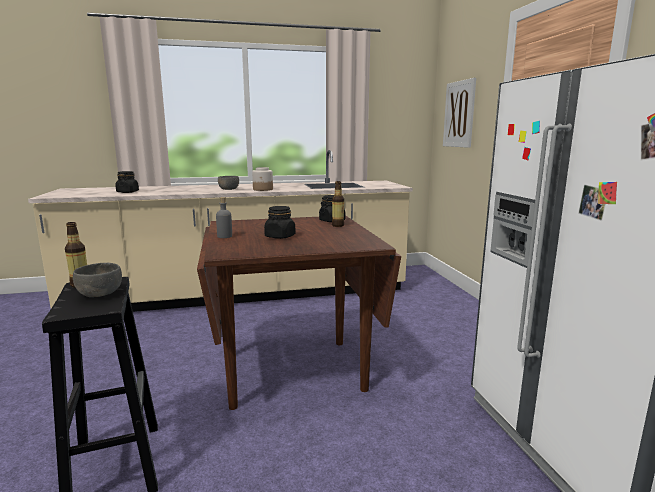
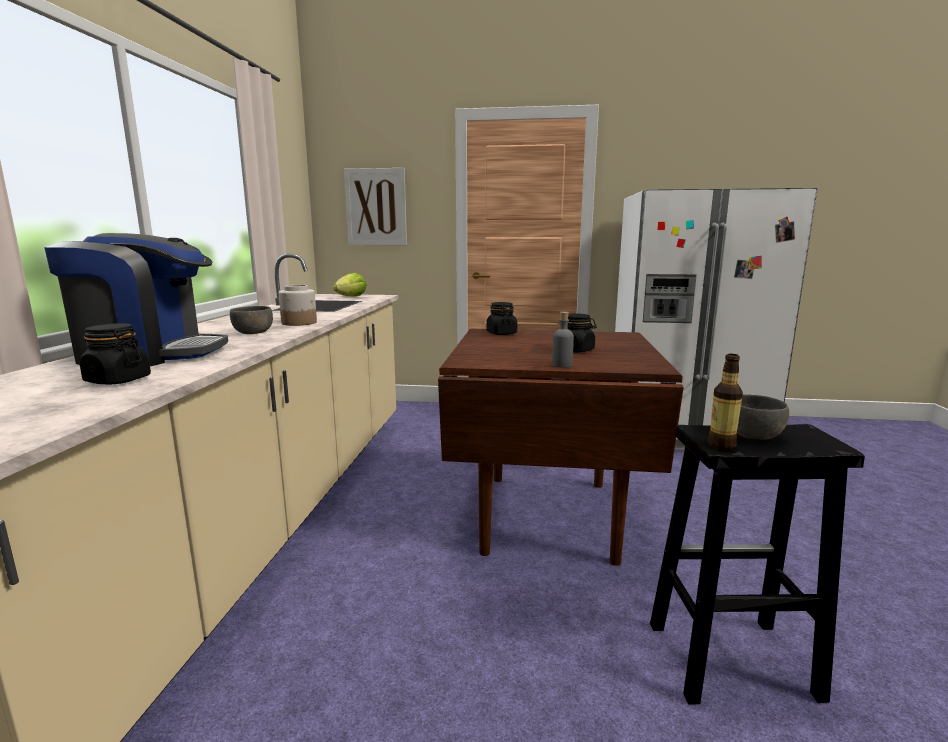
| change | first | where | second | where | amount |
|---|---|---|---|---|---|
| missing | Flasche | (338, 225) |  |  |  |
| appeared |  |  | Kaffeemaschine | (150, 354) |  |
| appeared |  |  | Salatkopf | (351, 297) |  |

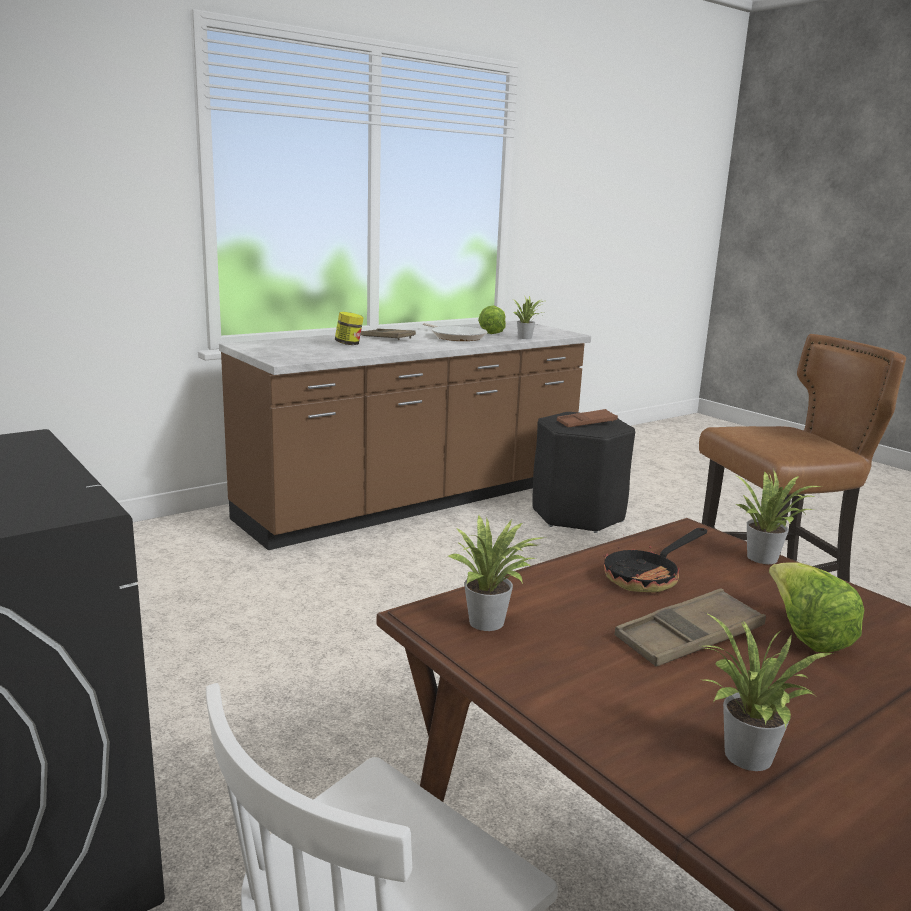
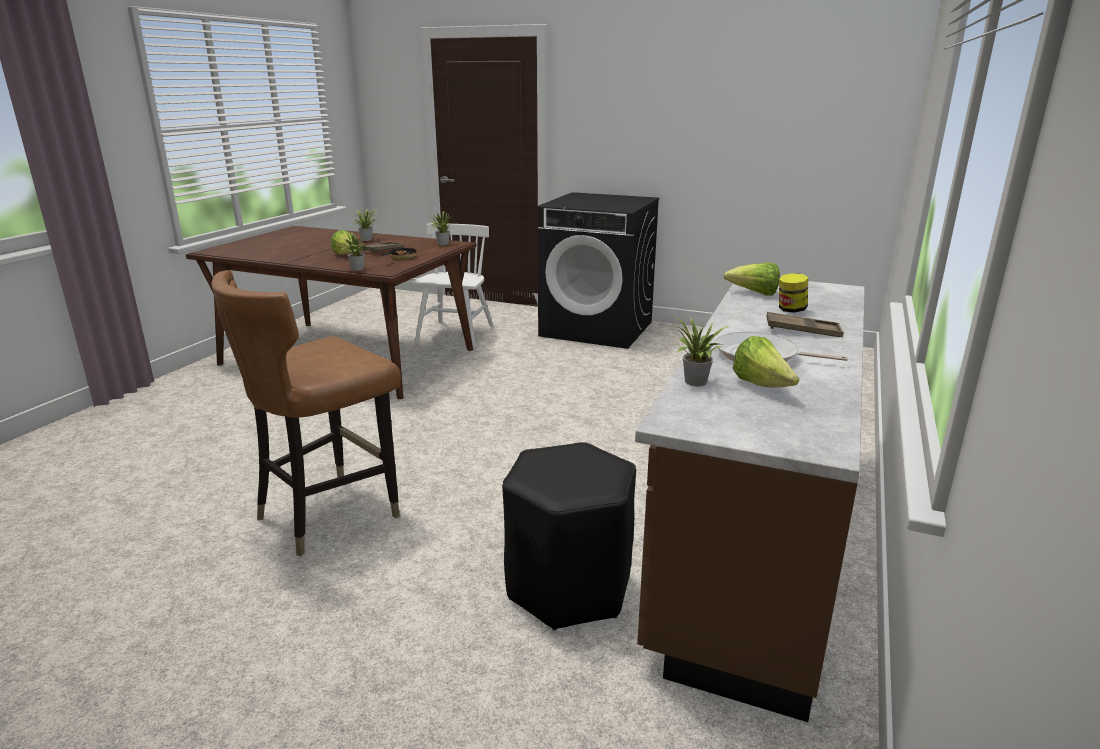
| change | first | where | second | where | amount |
|---|---|---|---|---|---|
| missing | Tablett/braun | (586, 423) |  |  |  |
| appeared |  |  | Salatkopf | (754, 294) |  |

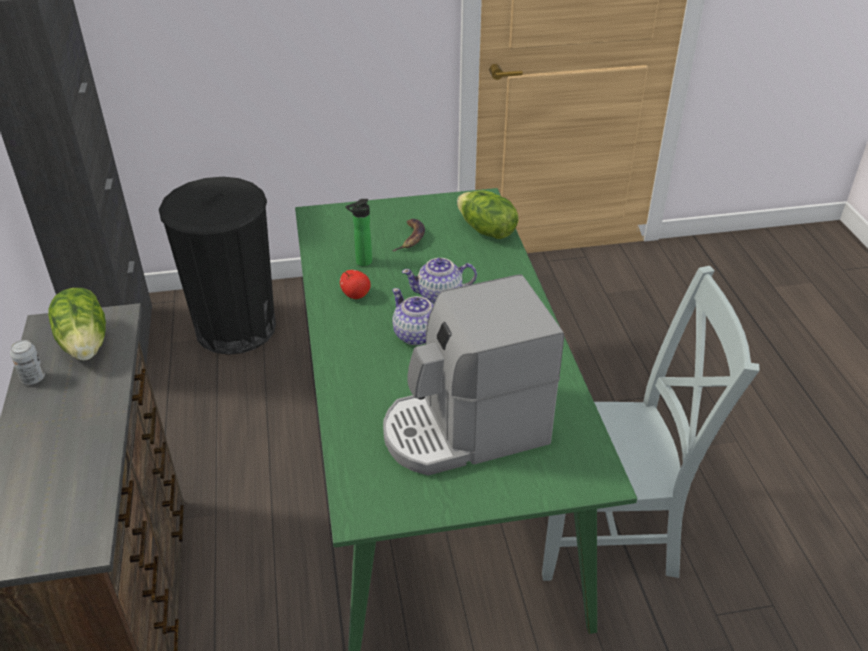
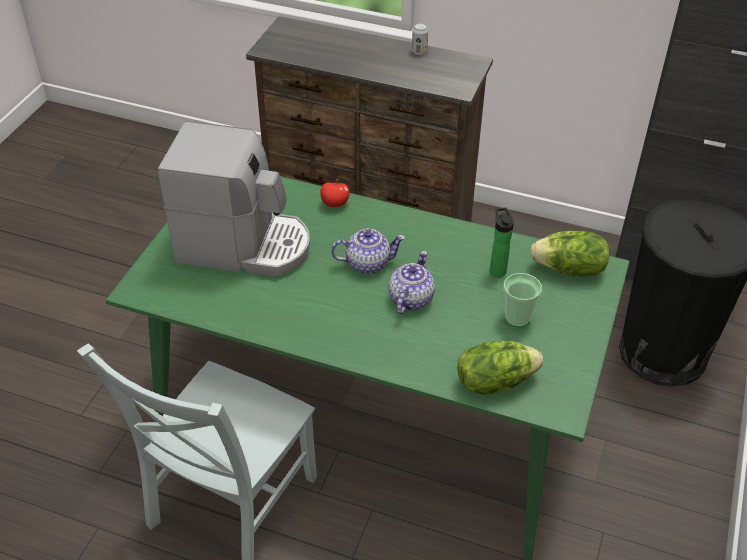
| change | first | where | second | where | amount |
|---|---|---|---|---|---|
| exchanged | Banane | (411, 238) | Tasse | (517, 318) |  |
| relocated | Apfel | (356, 295) |  | (334, 204) |  |
| spun | Kaffeemaschine | (465, 430) |  | (244, 245) | 90 degrees clockwise |
| relocated | Salatkopf | (86, 343) |  | (569, 270) |  |

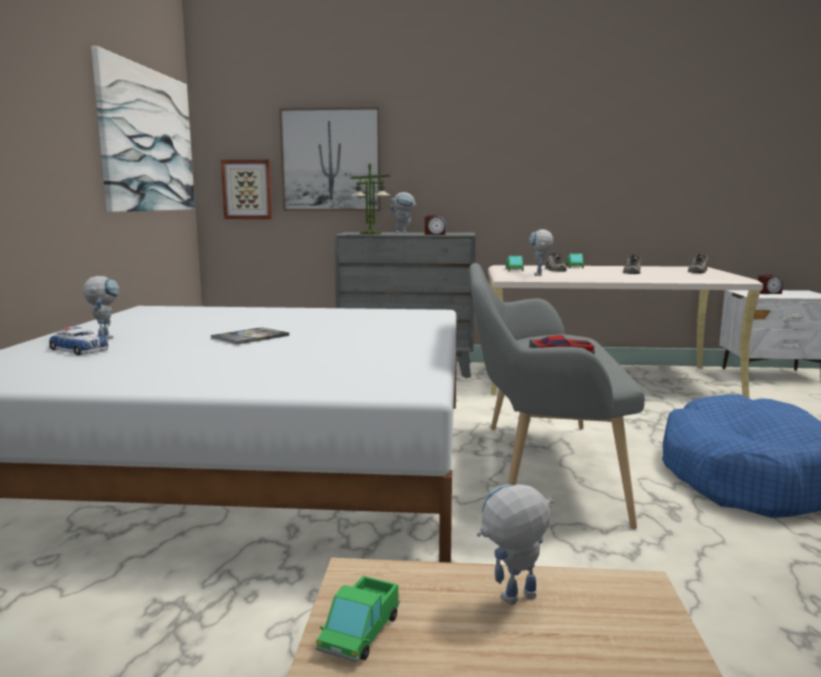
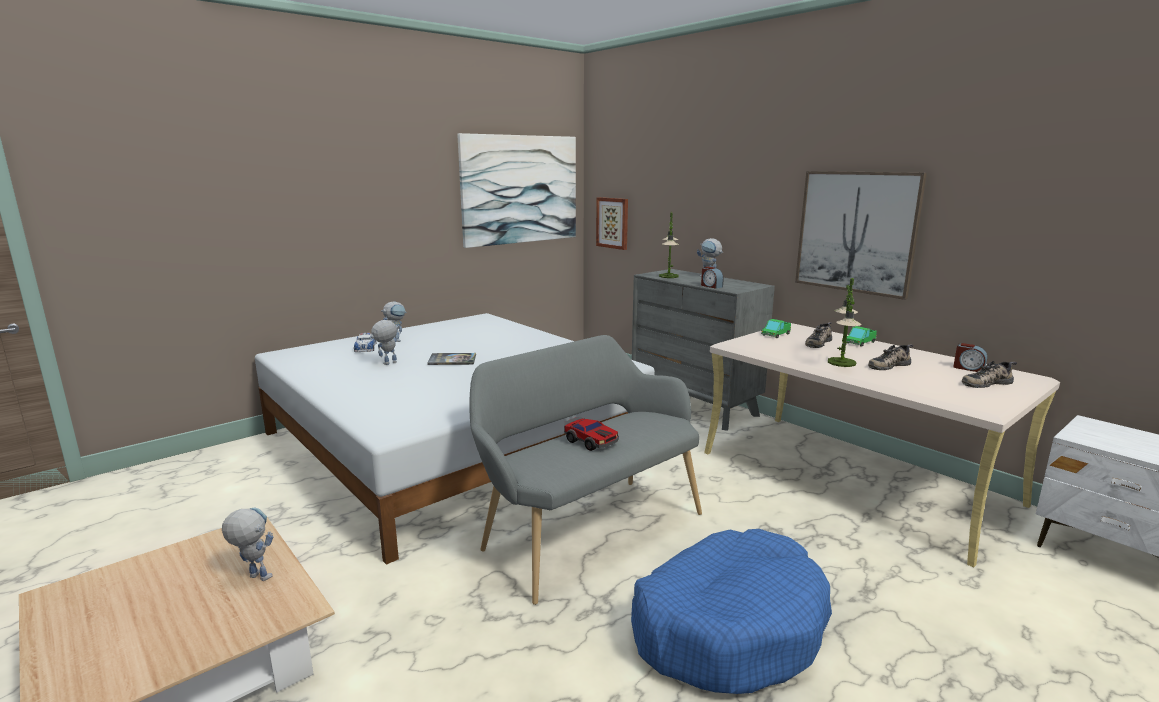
| change | first | where | second | where | amount |
|---|---|---|---|---|---|
| relocated | Bild | (331, 160) |  | (856, 232) |  |
| relocated | Spielzeugroboter | (539, 275) |  | (387, 364) |  |
| relocated | Wecker | (768, 293) |  | (968, 368) |  |
| missing | Spielzeuglaster | (360, 633) |  |  |  |
| appeared |  |  | Tischlampe | (841, 362) |  |

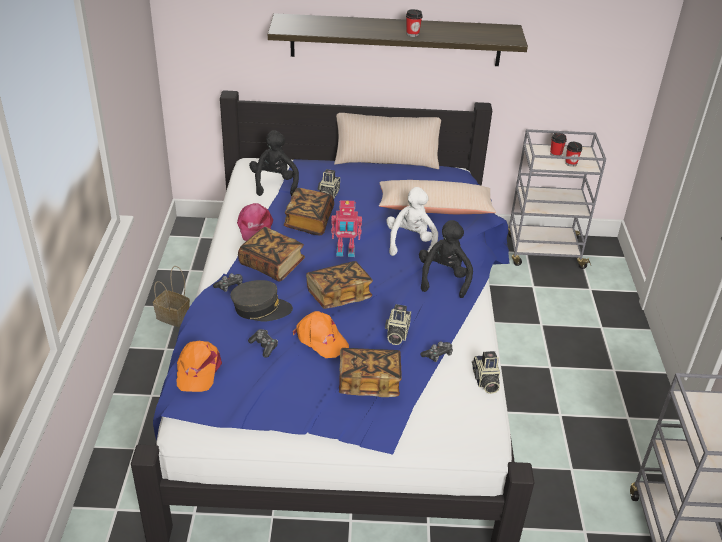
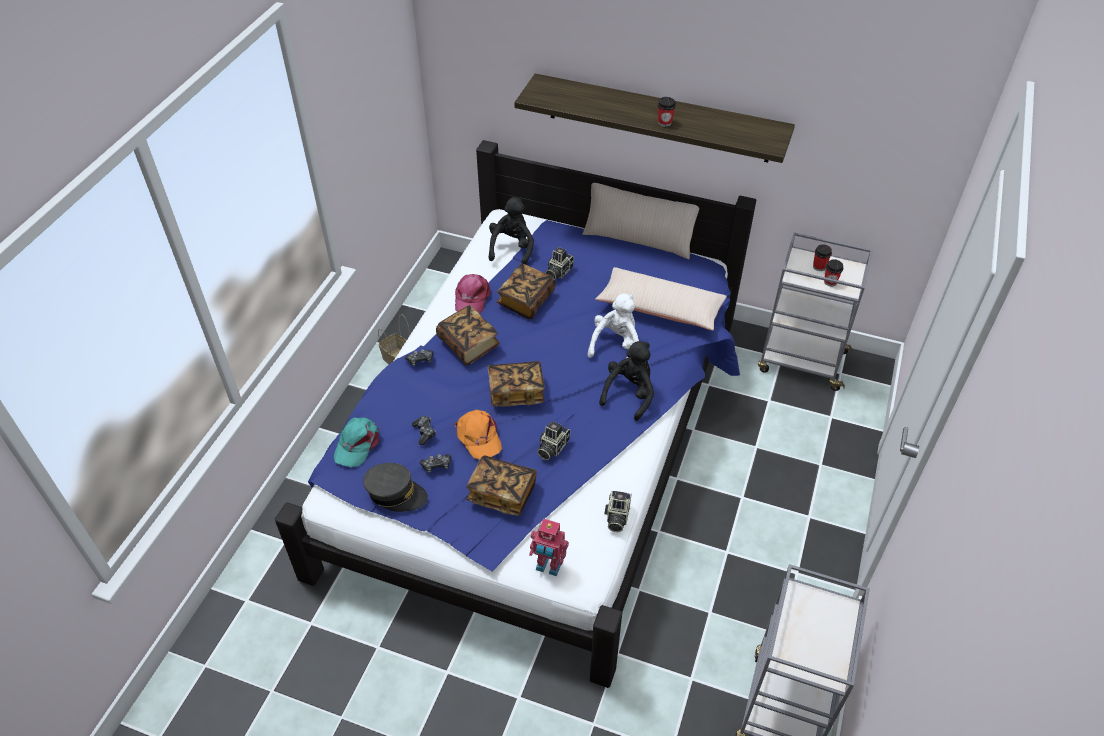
| change | first | where | second | where | amount |
|---|---|---|---|---|---|
| relocated | Spielzeugroboter | (345, 252) |  | (548, 566) |  |
| relocated | Kappe/grau | (261, 309) |  | (396, 493) |  |
| colour | Kappe/orange | (198, 370) | Kappe/türkis | (357, 444) |  |
| relocated | Gamepad | (437, 355) |  | (436, 465) |  |

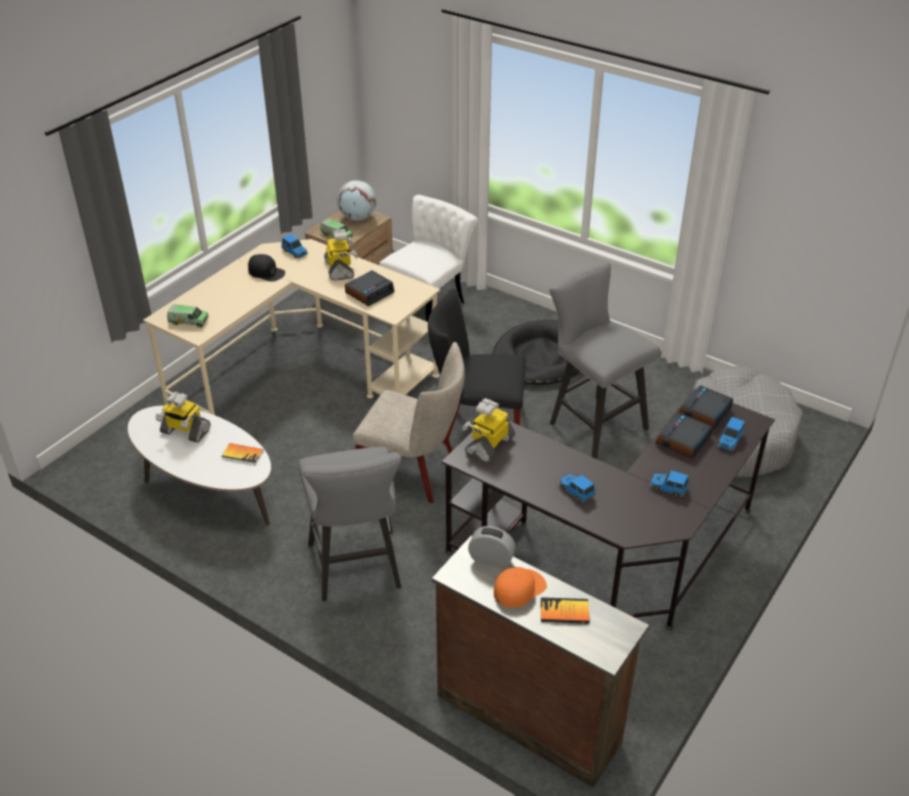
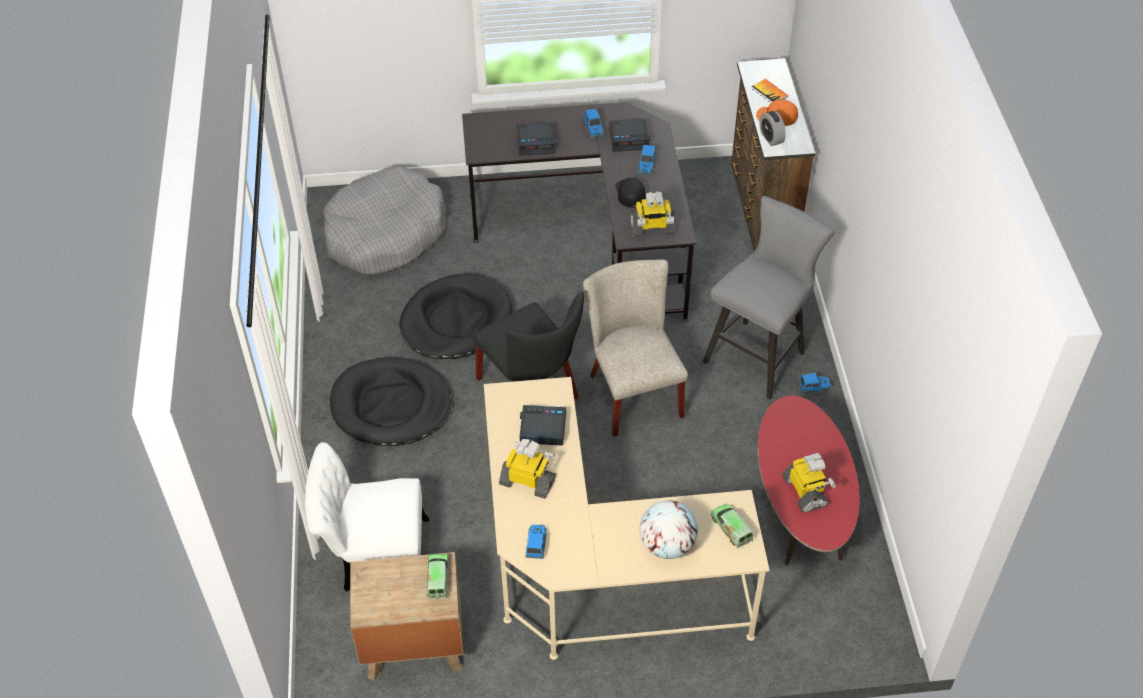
| change | first | where | second | where | amount |
|---|---|---|---|---|---|
| relocated | Globus | (358, 217) |  | (667, 545) |  |
| spun | Spielzeugroboter | (340, 269) |  | (528, 481) | 75 degrees clockwise |
| relocated | Kappe/schwarz | (266, 272) |  | (630, 193) |  |
| exchanged | Hocker/grau | (592, 424) | Hundebett/schwarz | (456, 321) |  |
| relocated | Wecker | (704, 413) |  | (629, 139) |  |
| colour | Couchtisch/weiß | (207, 491) | Couchtisch/rot | (799, 507) |  |
| relocated | Spielzeugauto | (730, 440) |  | (814, 387) |  |
| missing | Buch | (242, 455) |  |  |  |

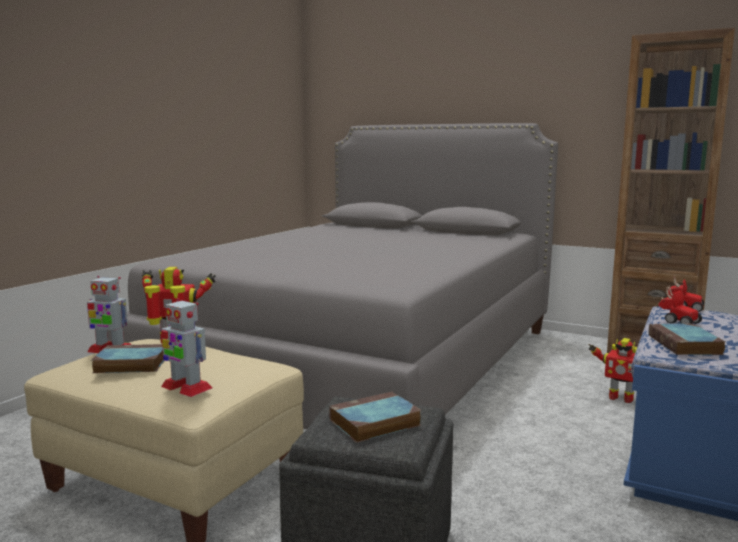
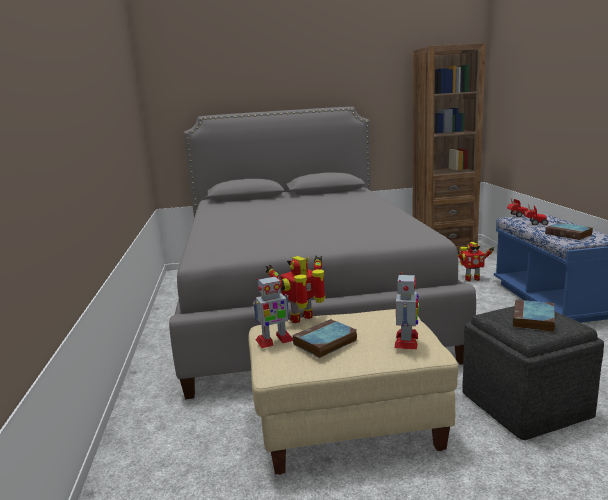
| change | first | where | second | where | amount |
|---|---|---|---|---|---|
| spun | Spielzeugroboter | (186, 387) |  | (406, 341) | 75 degrees counterclockwise |

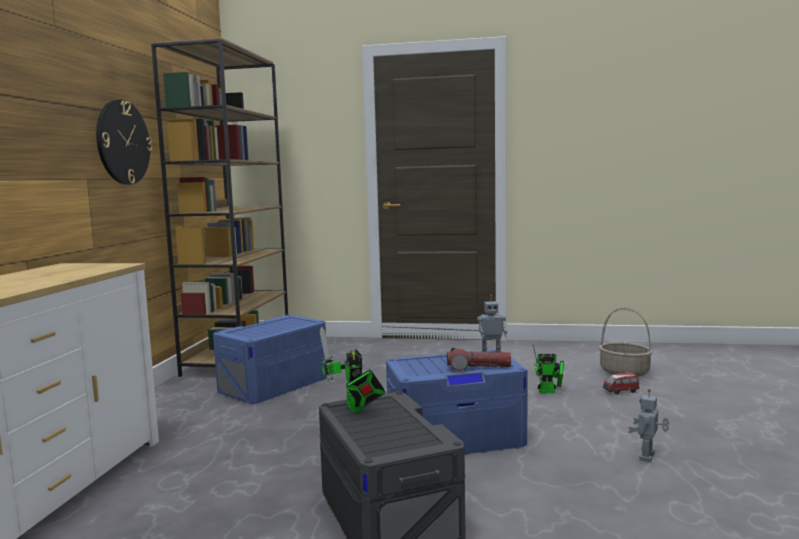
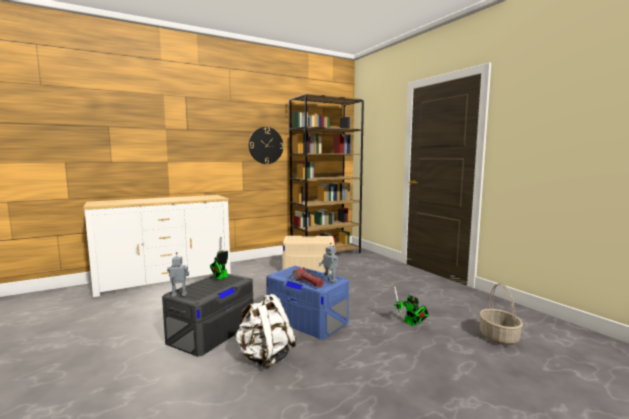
| change | first | where | second | where | amount |
|---|---|---|---|---|---|
| colour | Aufbewahrungsbox/blau | (274, 384) | Aufbewahrungsbox/beige | (308, 268) |  |
| missing | Spielzeugauto | (621, 392) |  |  |  |
| relocated | Spielzeugroboter | (648, 457) |  | (179, 295) |  |
| appeared |  |  | Rucksack/weiß | (265, 357) |  |

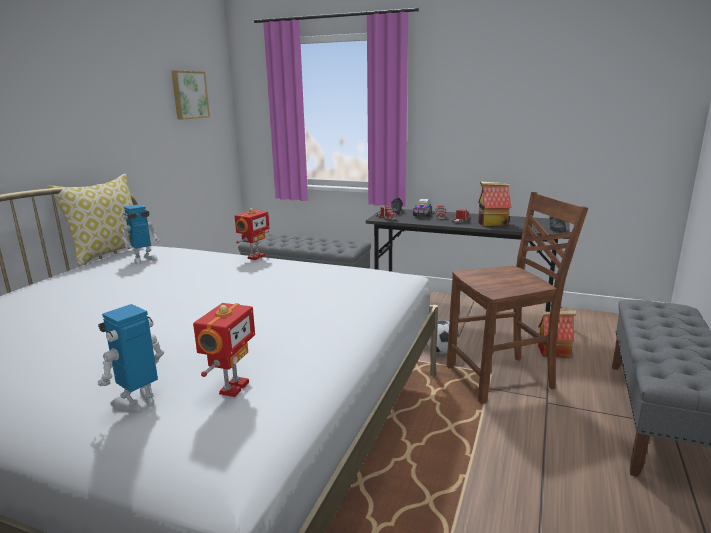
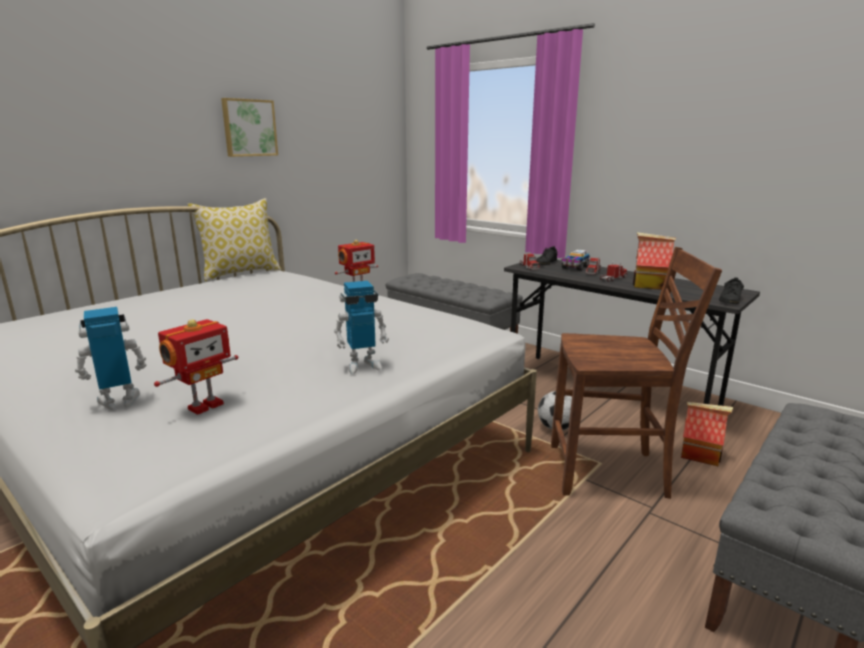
| change | first | where | second | where | amount |
|---|---|---|---|---|---|
| relocated | Bild | (189, 95) |  | (249, 128) |  |
| relocated | Spielzeugroboter | (144, 259) |  | (363, 365) |  |

